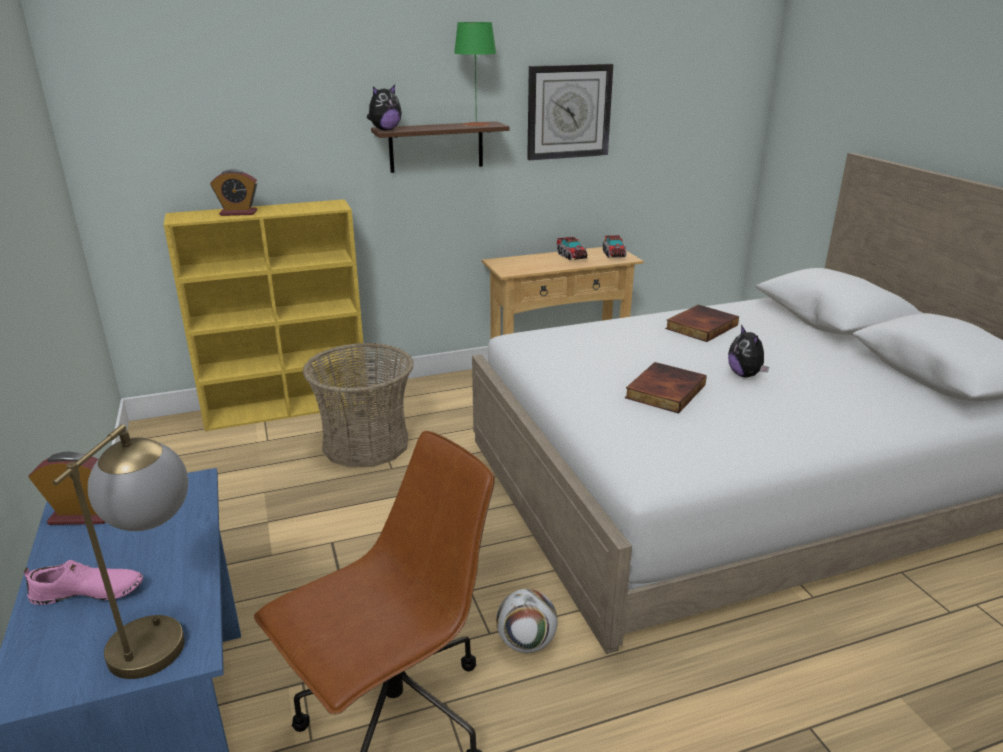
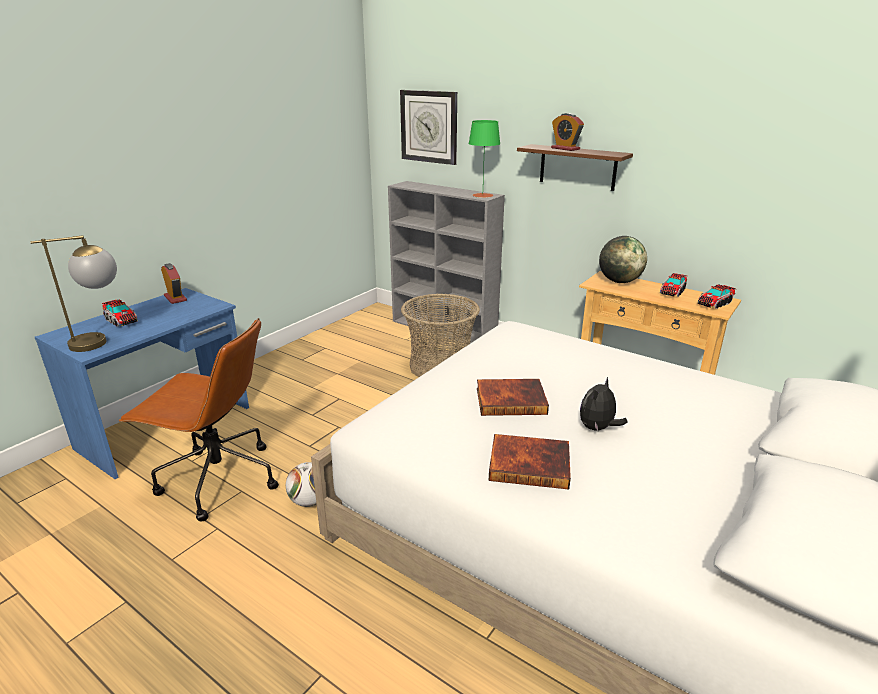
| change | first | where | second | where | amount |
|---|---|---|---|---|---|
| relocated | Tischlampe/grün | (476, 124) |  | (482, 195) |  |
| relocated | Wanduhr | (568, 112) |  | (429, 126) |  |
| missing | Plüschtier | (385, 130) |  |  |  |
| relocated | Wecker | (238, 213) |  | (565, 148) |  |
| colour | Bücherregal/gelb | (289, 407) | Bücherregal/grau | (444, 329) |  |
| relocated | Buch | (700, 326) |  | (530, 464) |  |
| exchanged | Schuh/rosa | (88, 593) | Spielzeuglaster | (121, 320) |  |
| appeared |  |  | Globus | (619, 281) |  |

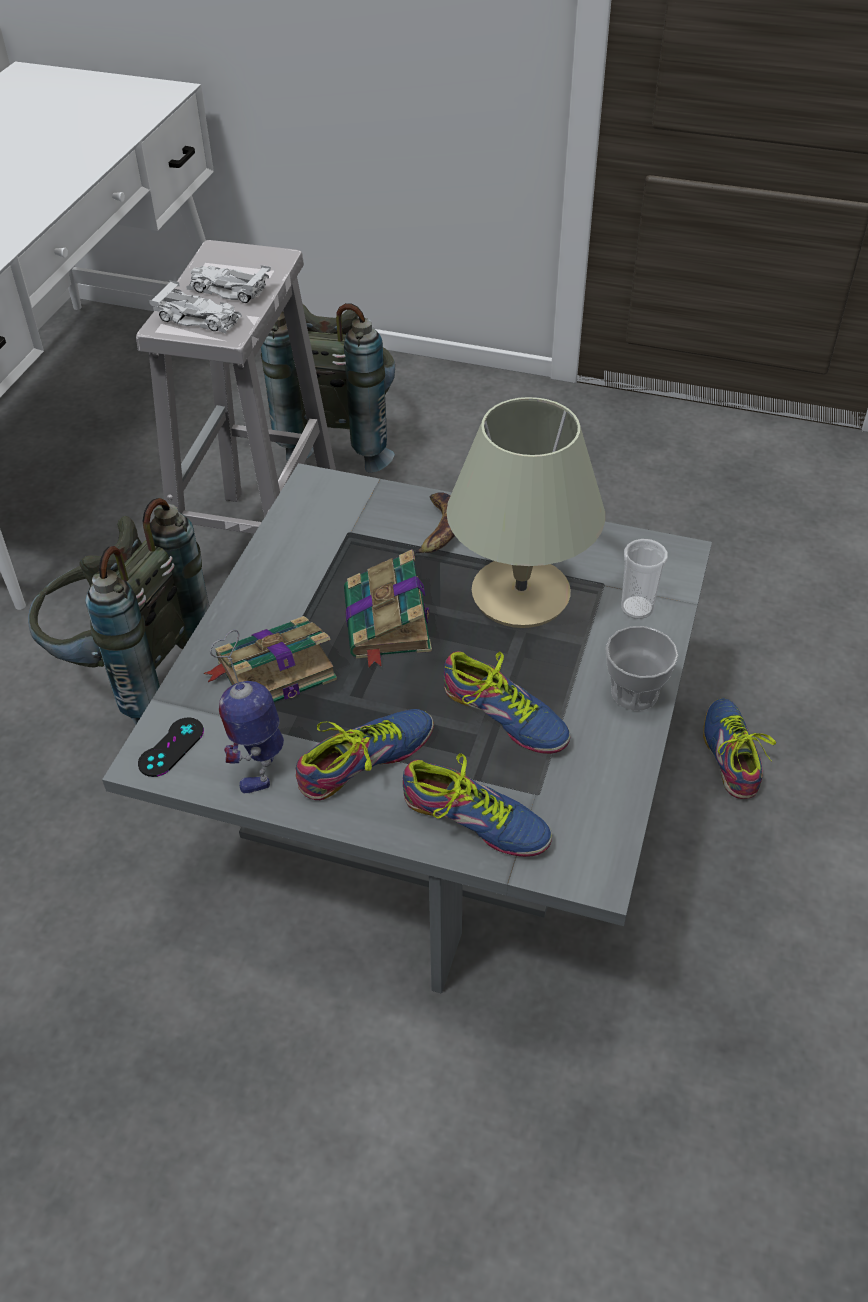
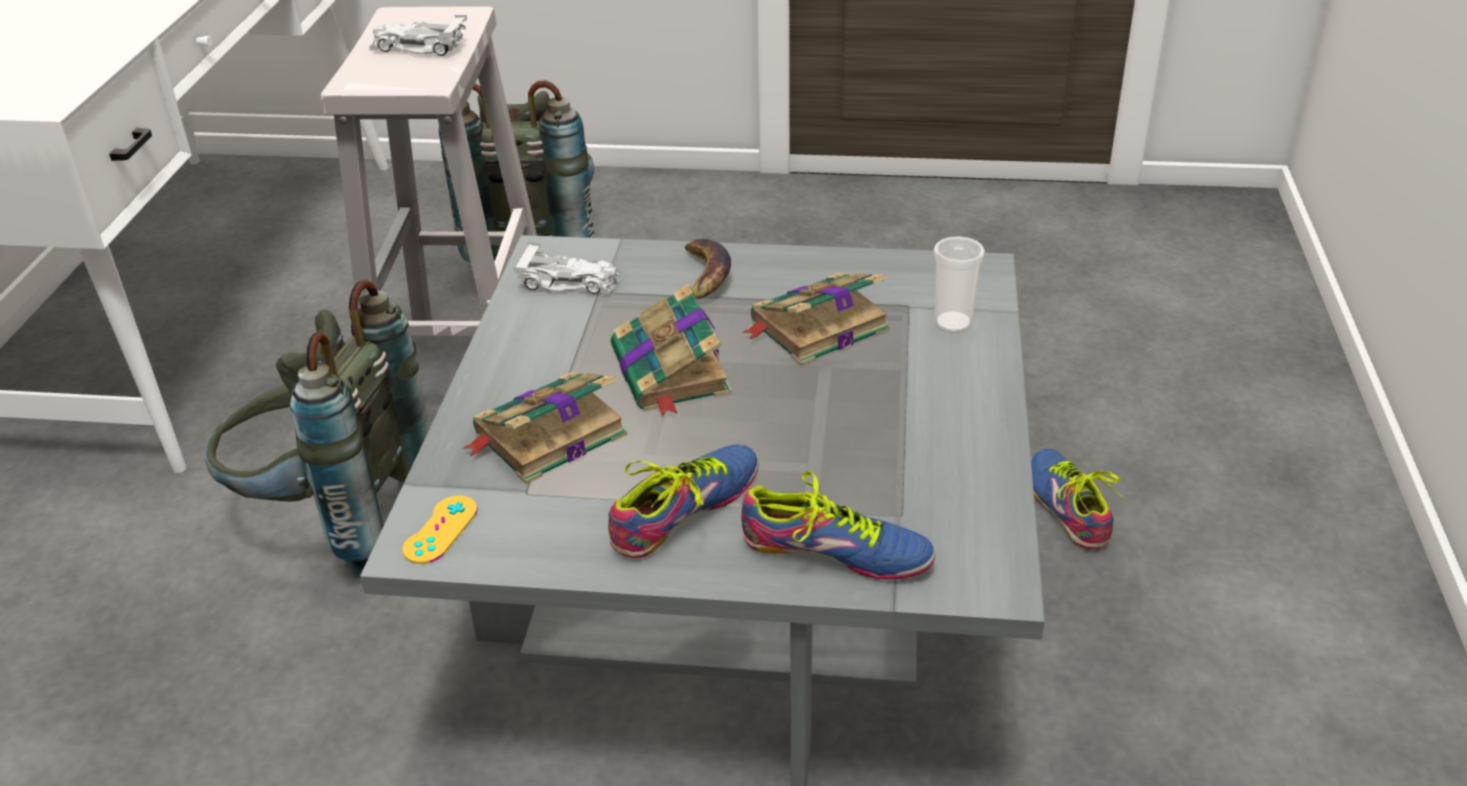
| change | first | where | second | where | amount |
|---|---|---|---|---|---|
| relocated | Spielzeugauto/weiß | (199, 318) |  | (570, 282) |  |
| exchanged | Tischlampe/beige | (519, 595) | Buch | (816, 327) |  |
| missing | Tasse | (634, 693) |  |  |  |
| missing | Spielzeugroboter | (260, 763) |  |  |  |
| missing | Schuh | (502, 719) |  |  |  |
| colour | Gamepad/schwarz | (171, 747) | Gamepad/gelb | (440, 530) |  |

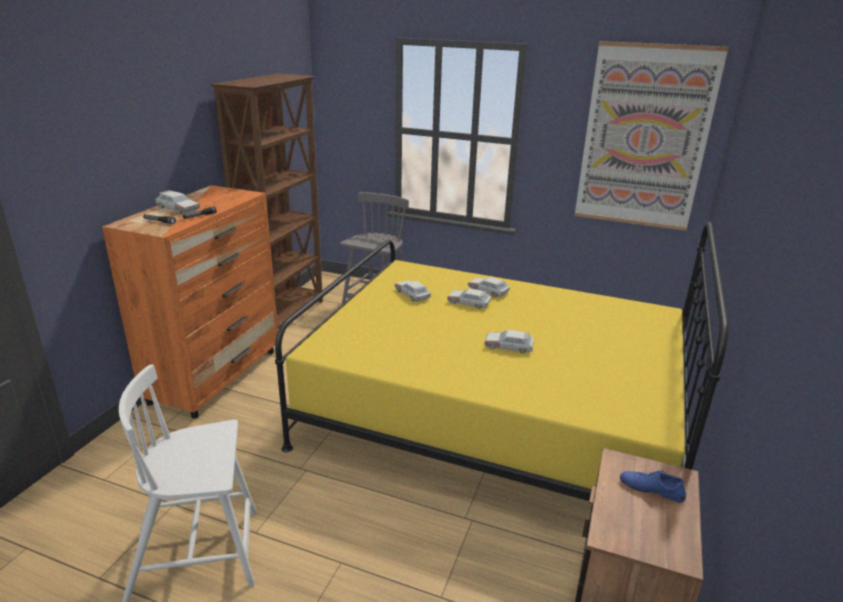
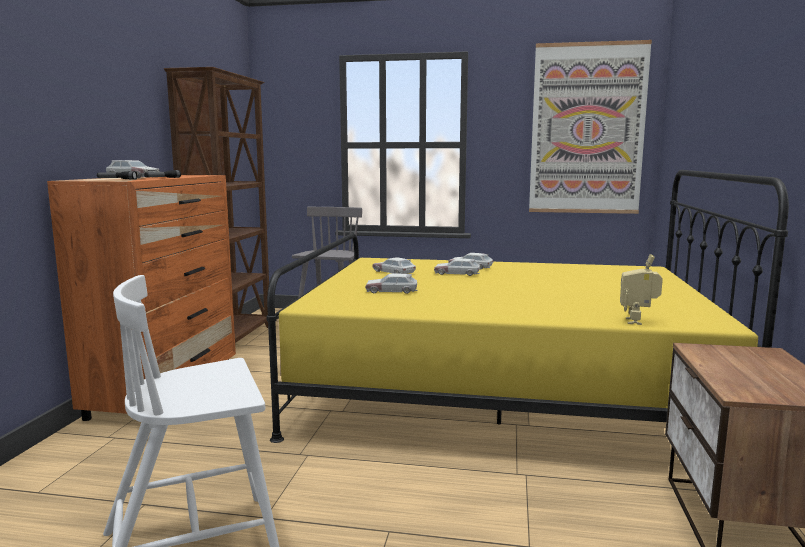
| change | first | where | second | where | amount |
|---|---|---|---|---|---|
| relocated | Spielzeugauto | (509, 346) |  | (392, 291) |  |
| missing | Schuh/blau | (651, 489) |  |  |  |
| appeared |  |  | Spielzeugroboter | (638, 321) |  |

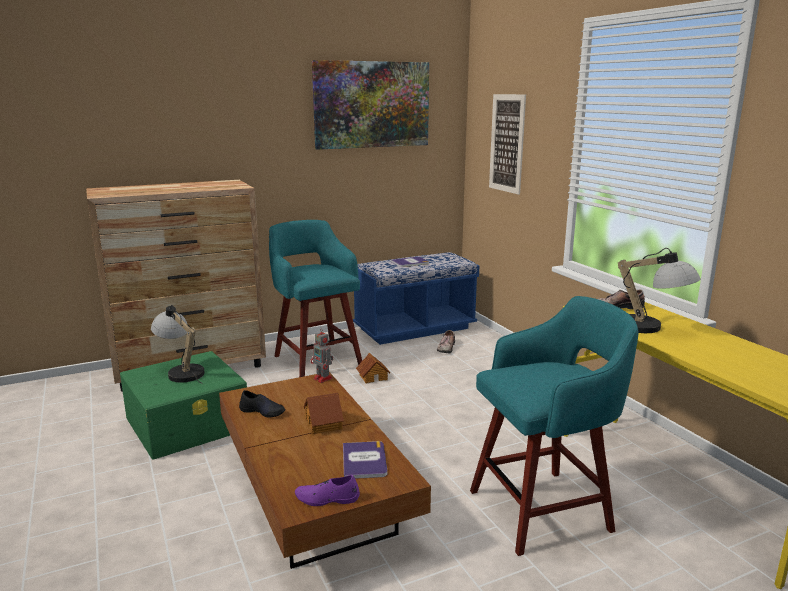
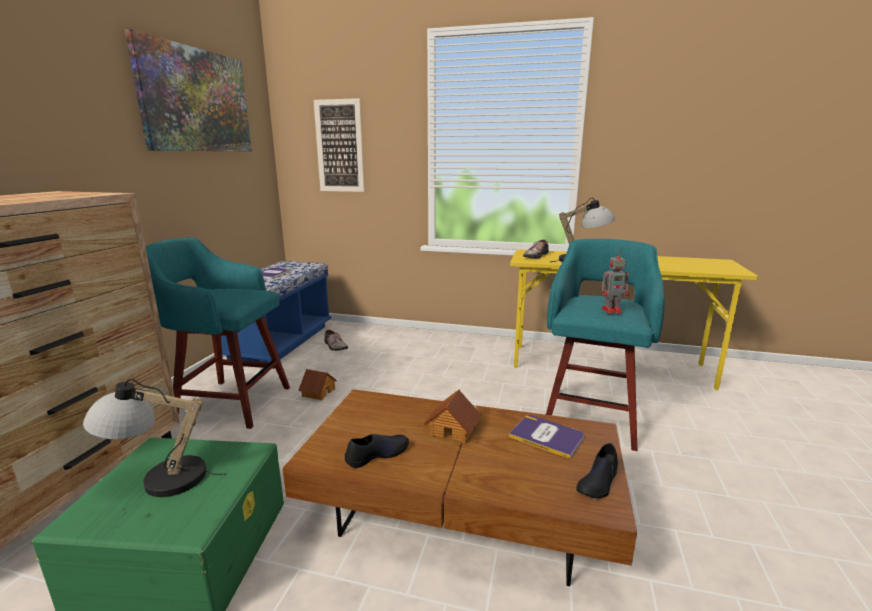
| change | first | where | second | where | amount |
|---|---|---|---|---|---|
| relocated | Spielzeugroboter | (323, 379) |  | (612, 310) |  |
| colour | Schuh/lila | (327, 498) | Schuh/schwarz | (598, 481) |  |

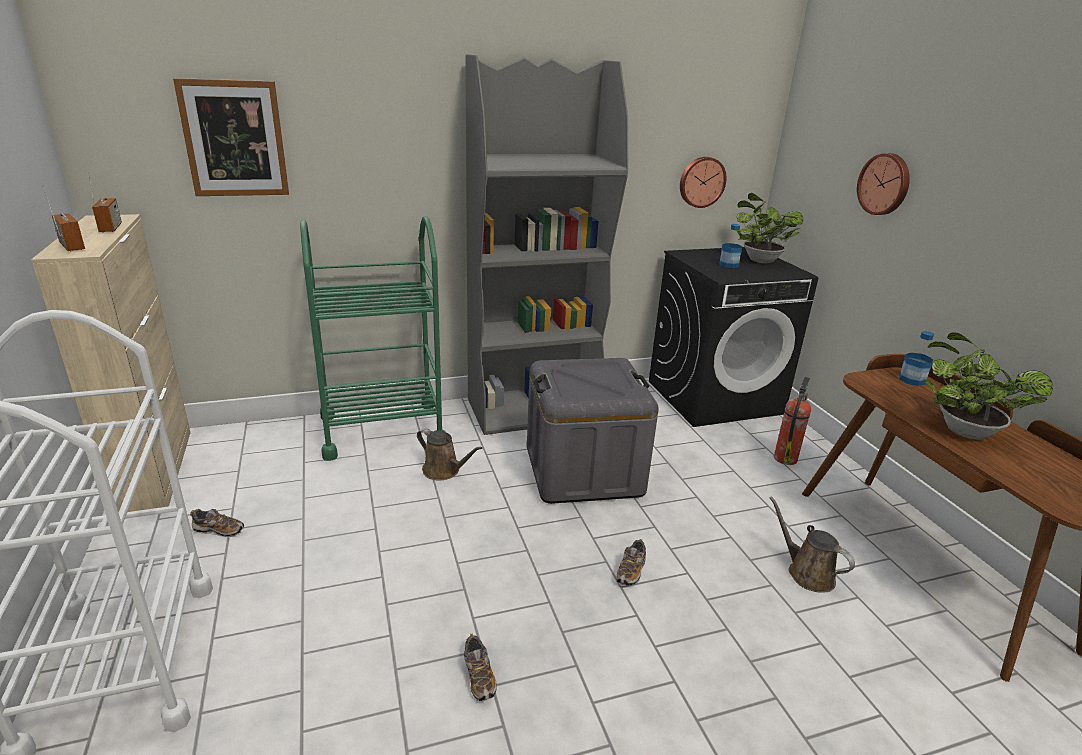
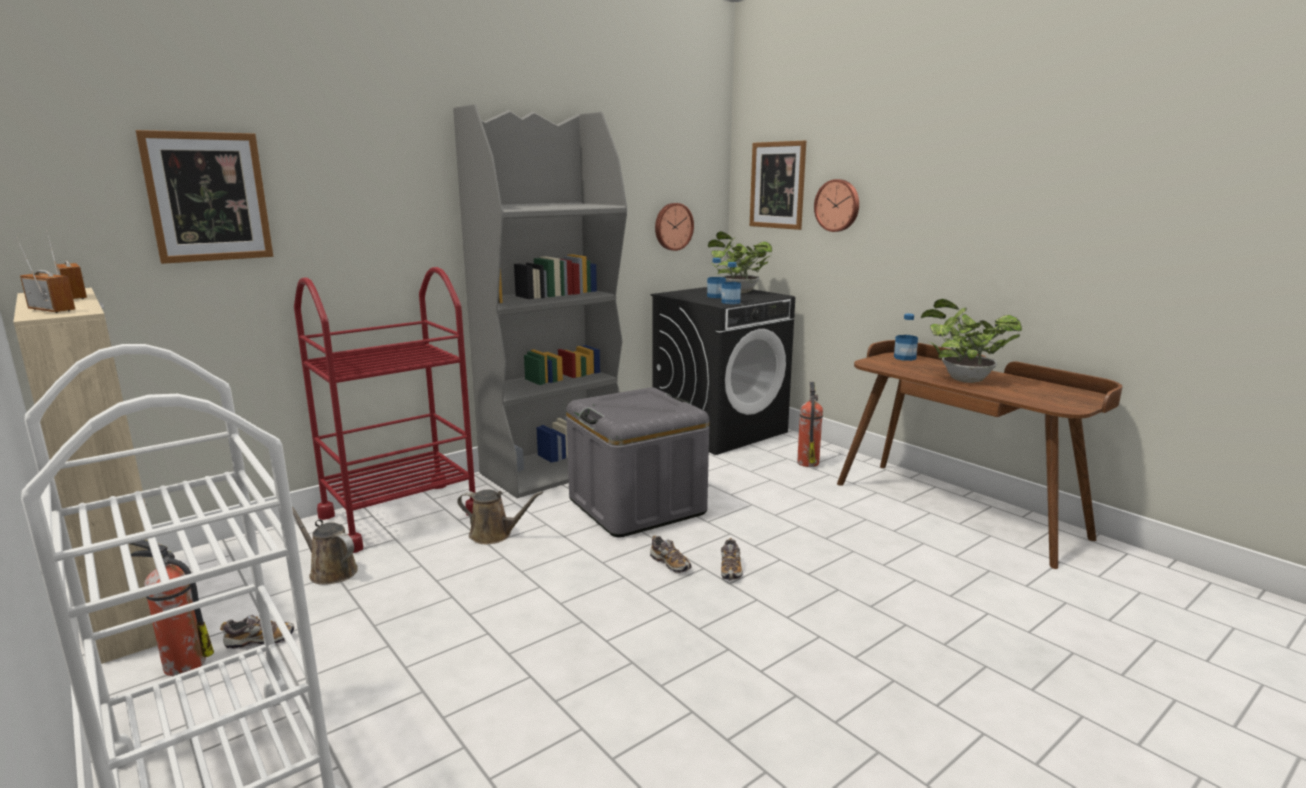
| change | first | where | second | where | amount |
|---|---|---|---|---|---|
| colour | Rollwagen/grün | (382, 430) | Rollwagen/rot | (400, 515) |  |
| relocated | Gießkanne/braun | (806, 573) |  | (330, 571) |  |
| relocated | Schuh | (479, 676) |  | (670, 564) |  |
| appeared |  |  | Bild | (777, 185) |  |
| appeared |  |  | Flasche | (730, 302) |  |
| appeared |  |  | Feuerlöscher | (183, 664) |  |

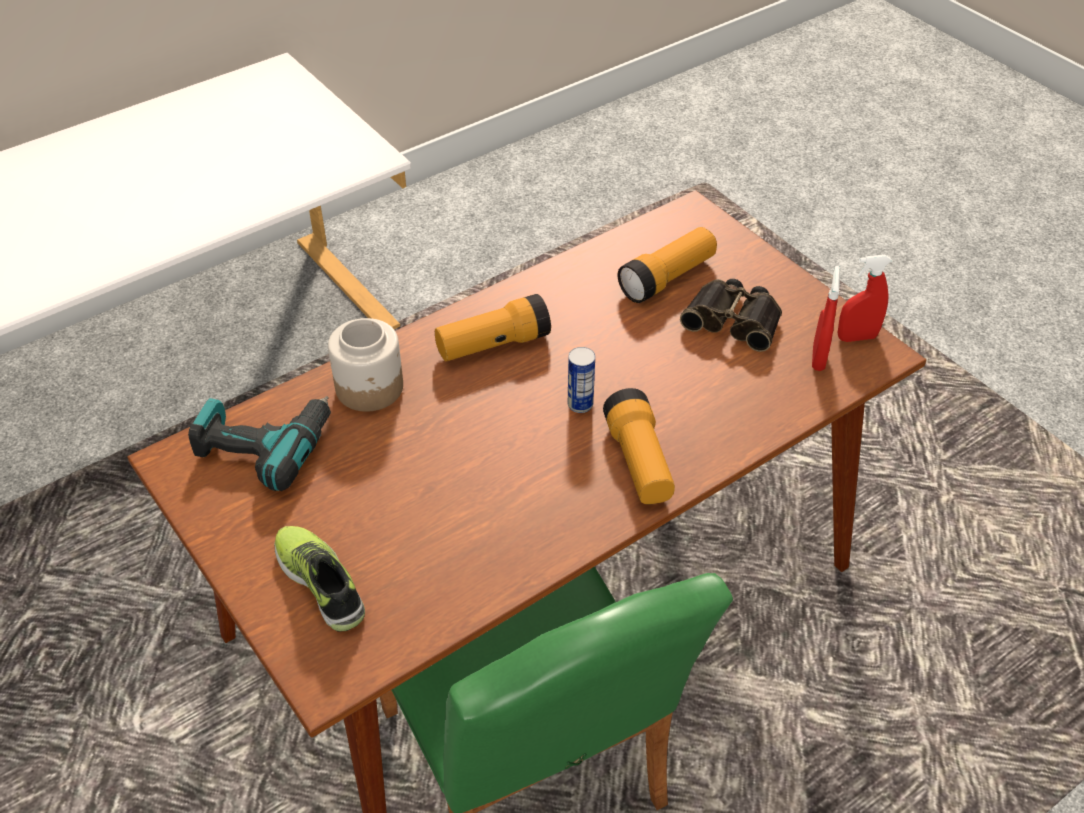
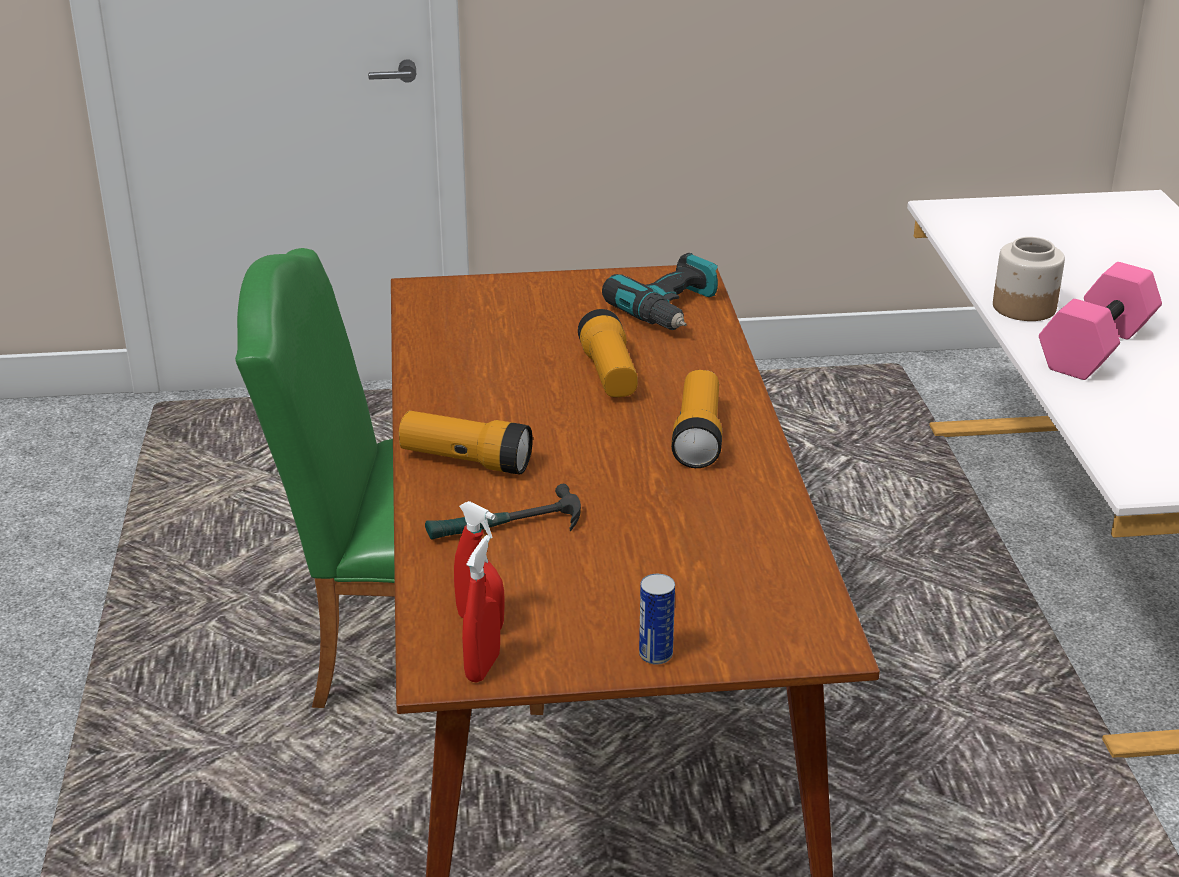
| change | first | where | second | where | amount |
|---|---|---|---|---|---|
| relocated | Taschenlampe | (667, 278) |  | (609, 374) |  |
| missing | Fernglas | (734, 320) |  |  |  |
| relocated | Vorratsglas | (370, 388) |  | (1023, 307) |  |
| relocated | Dose | (580, 404) |  | (655, 655) |  |
| missing | Schuh | (322, 582) |  |  |  |
| appeared |  |  | Hantel/rosa | (1094, 346) |  |
| appeared |  |  | Hammer | (505, 526) |  |

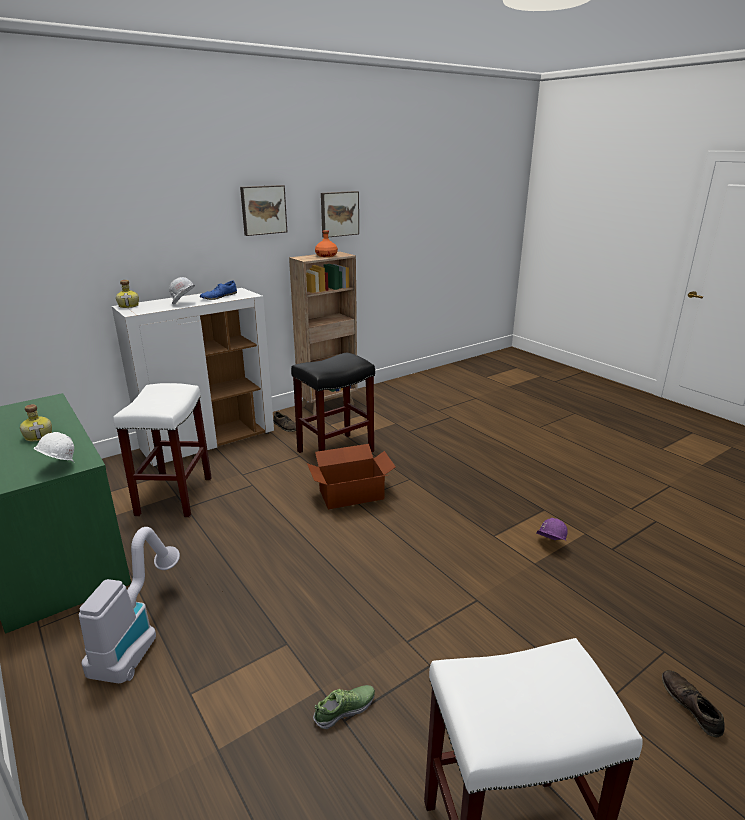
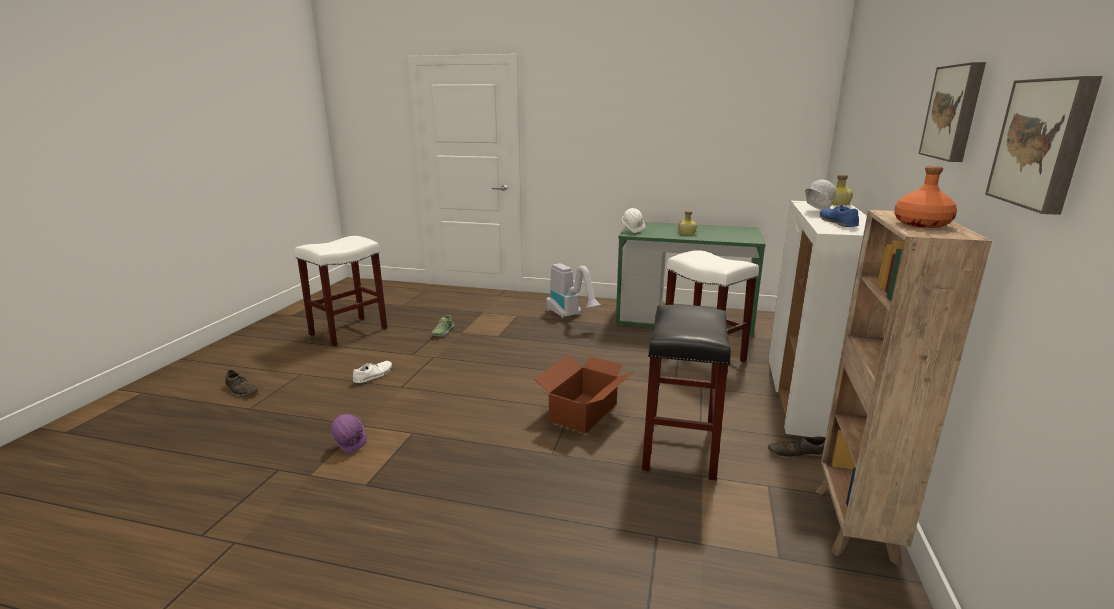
| change | first | where | second | where | amount |
|---|---|---|---|---|---|
| appeared |  |  | Schuh/weiß | (373, 375) |  |

